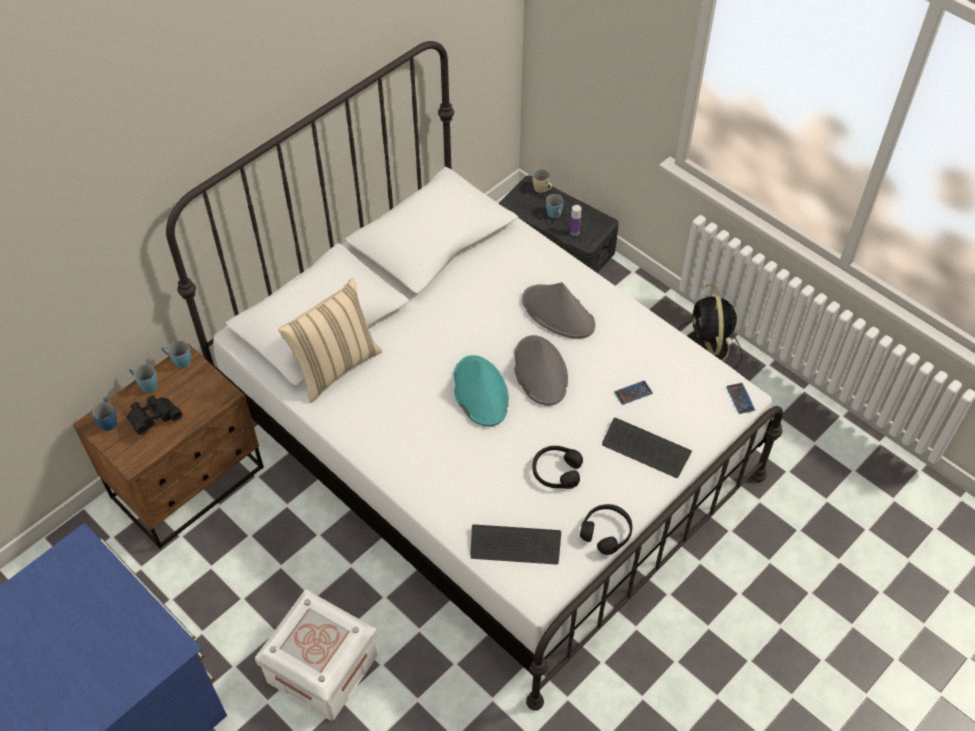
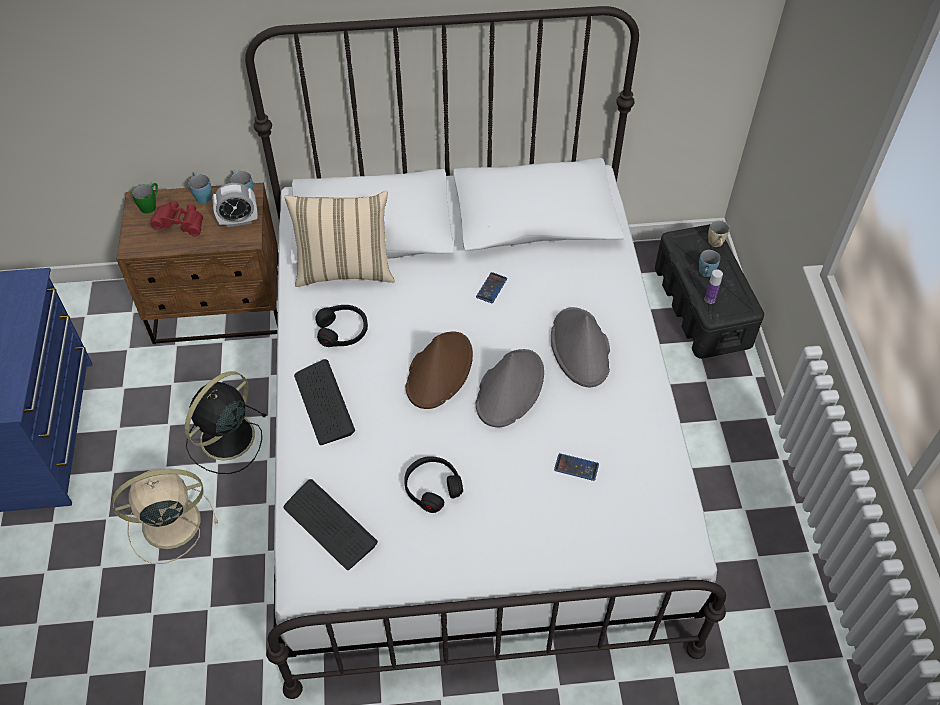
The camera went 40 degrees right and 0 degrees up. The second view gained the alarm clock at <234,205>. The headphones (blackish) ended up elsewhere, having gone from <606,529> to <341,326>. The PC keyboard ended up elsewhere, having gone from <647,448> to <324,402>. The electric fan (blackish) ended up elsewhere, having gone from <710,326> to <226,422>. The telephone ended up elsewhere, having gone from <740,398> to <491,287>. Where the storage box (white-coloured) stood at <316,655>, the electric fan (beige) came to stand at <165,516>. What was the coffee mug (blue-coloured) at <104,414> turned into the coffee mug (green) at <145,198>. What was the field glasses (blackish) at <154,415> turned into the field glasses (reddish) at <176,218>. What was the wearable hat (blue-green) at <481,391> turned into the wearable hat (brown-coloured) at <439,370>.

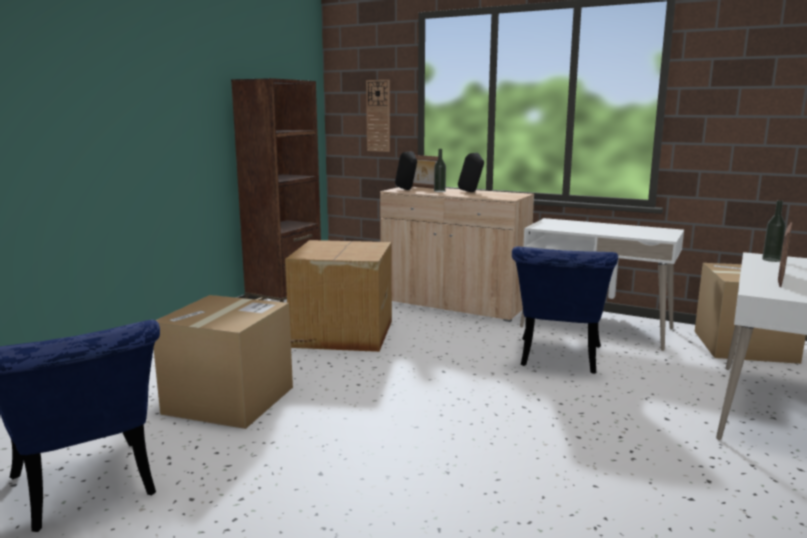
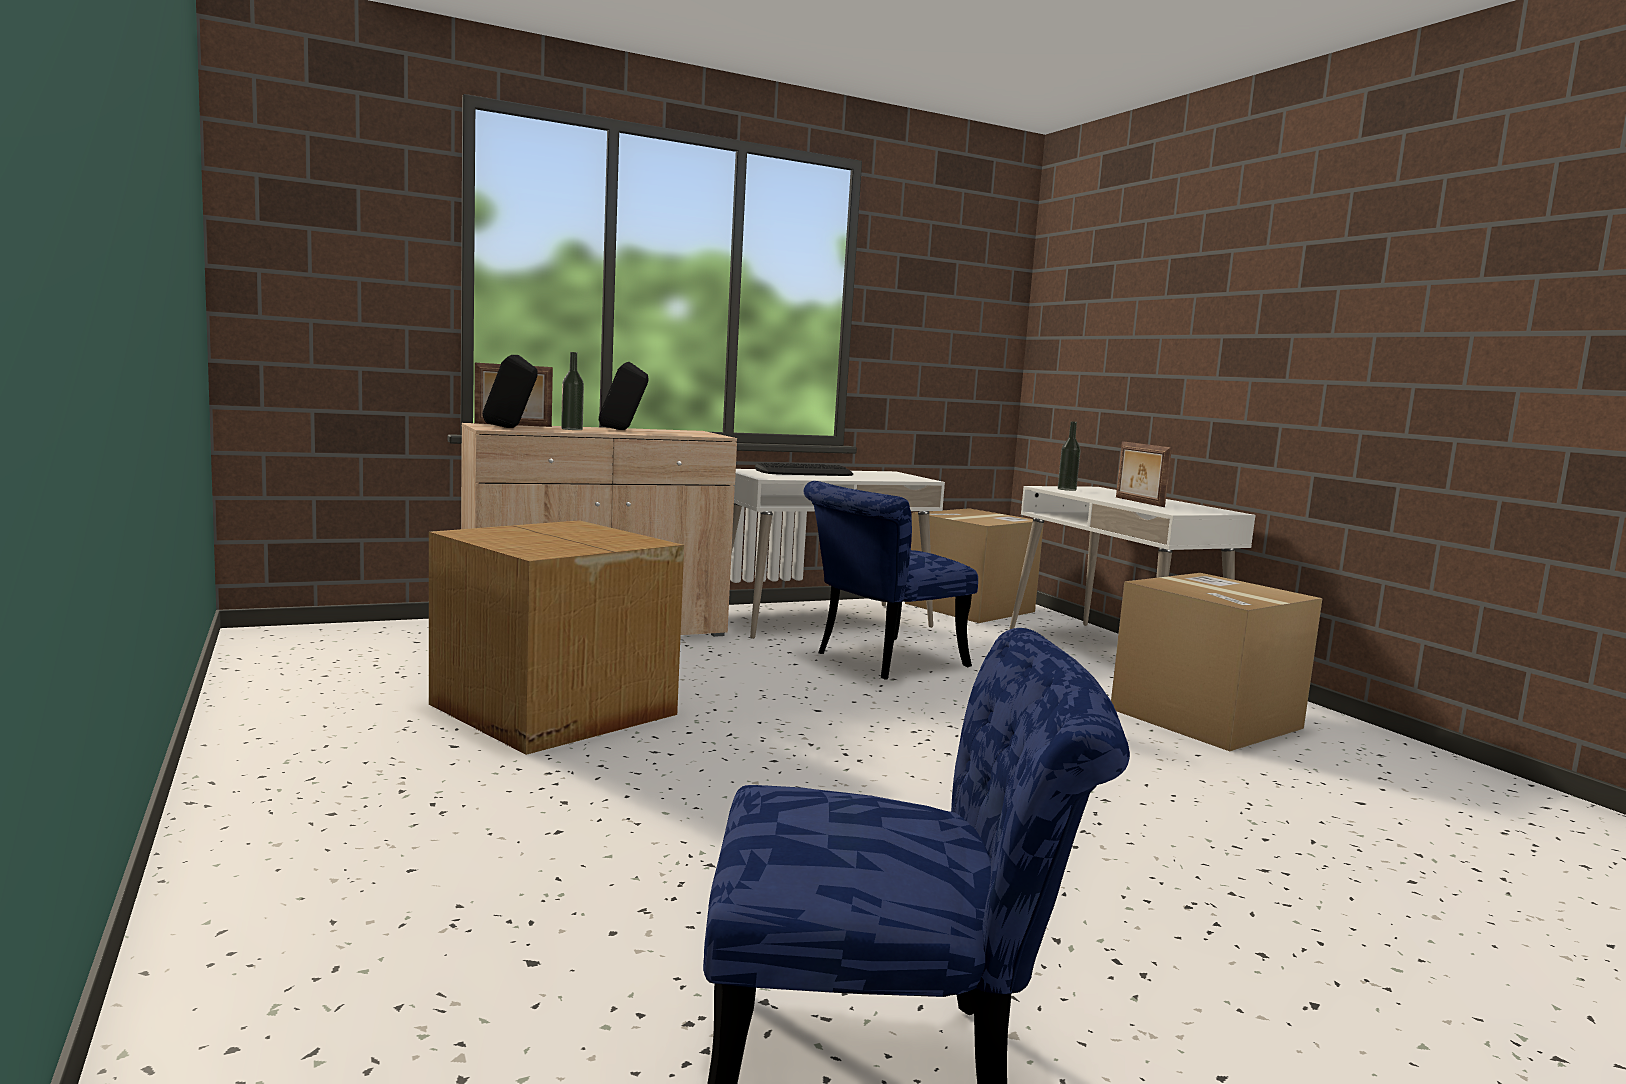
The camera went 55 degrees left and 5 degrees down. The second view lost the shelving unit (brown-coloured) at <276,190>. The second view lost the clock on the wall at <378,116>. The second view gained the PC keyboard at <804,469>. The cardboard box ended up elsewhere, having gone from <223,362> to <1216,662>. The plain chair (blue-coloured) at <565,310> ended up facing another way, 90 degrees clockwise from before.

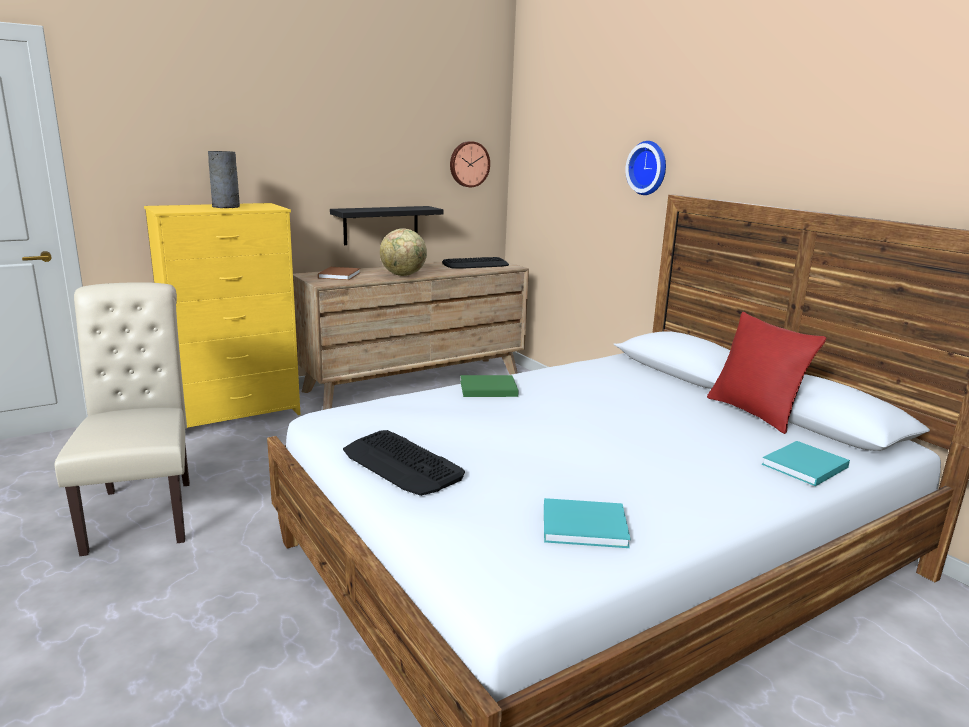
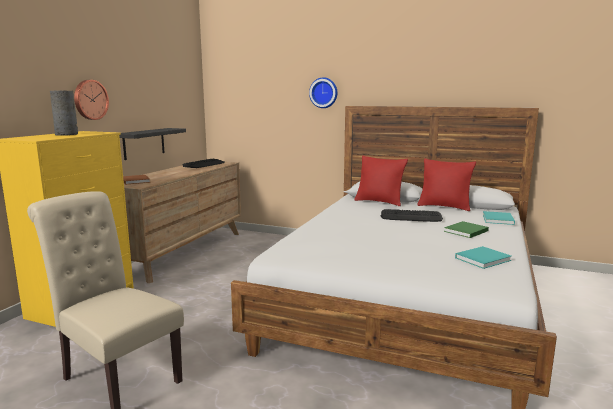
The camera went 35 degrees left and 5 degrees down. The second view lost the globe at <403,252>. The second view gained the pillow (reddish) at <381,180>. The PC keyboard ended up elsewhere, having gone from <404,463> to <411,215>. The clock on the wall ended up elsewhere, having gone from <470,164> to <91,100>. The book (green) ended up elsewhere, having gone from <489,386> to <466,229>.

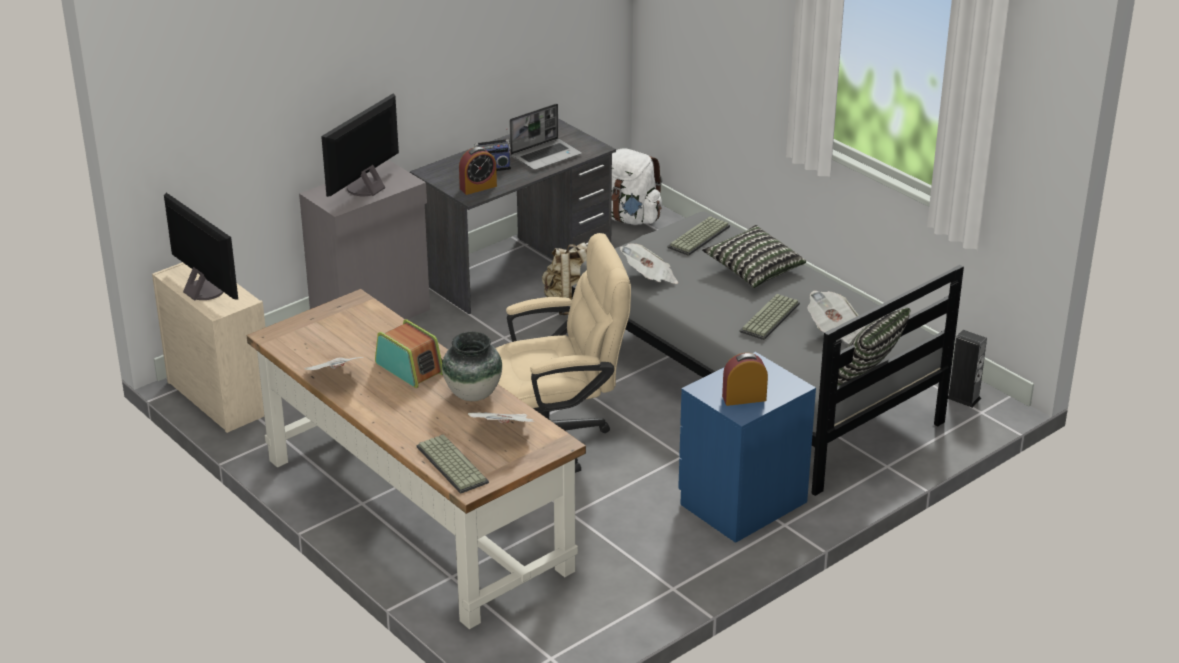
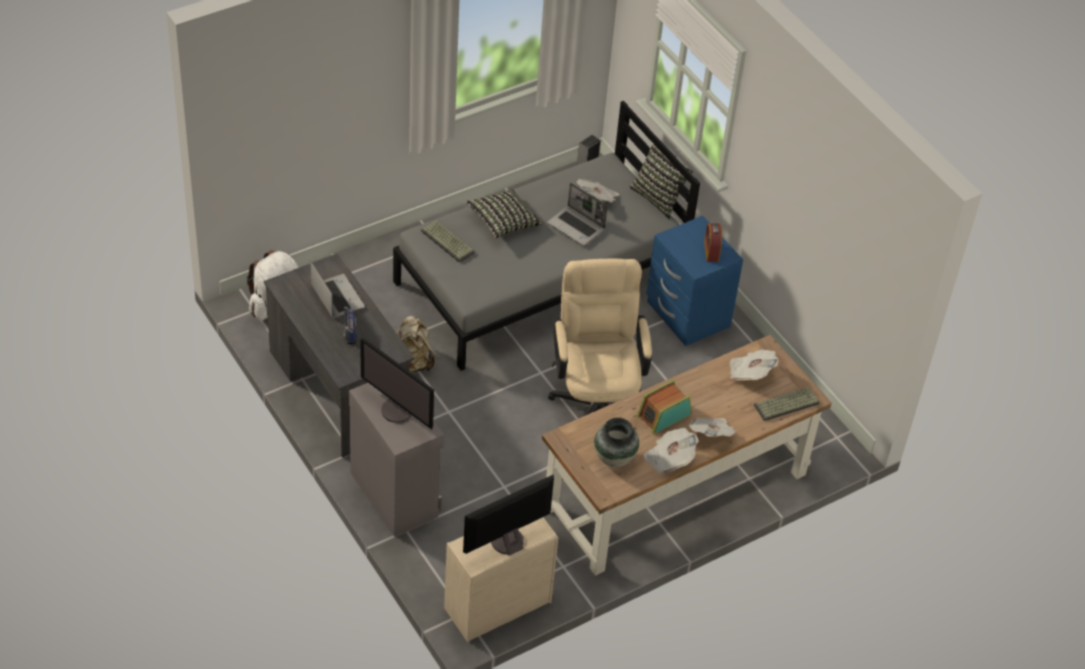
The camera went 85 degrees left and 15 degrees up. The second view lost the alarm clock at <478,171>. The decorative vase ended up elsewhere, having gone from <472,366> to <616,442>. The newspaper ended up elsewhere, having gone from <649,264> to <712,427>. Where the PC keyboard stood at <770,317>, the laptop came to stand at <577,214>.

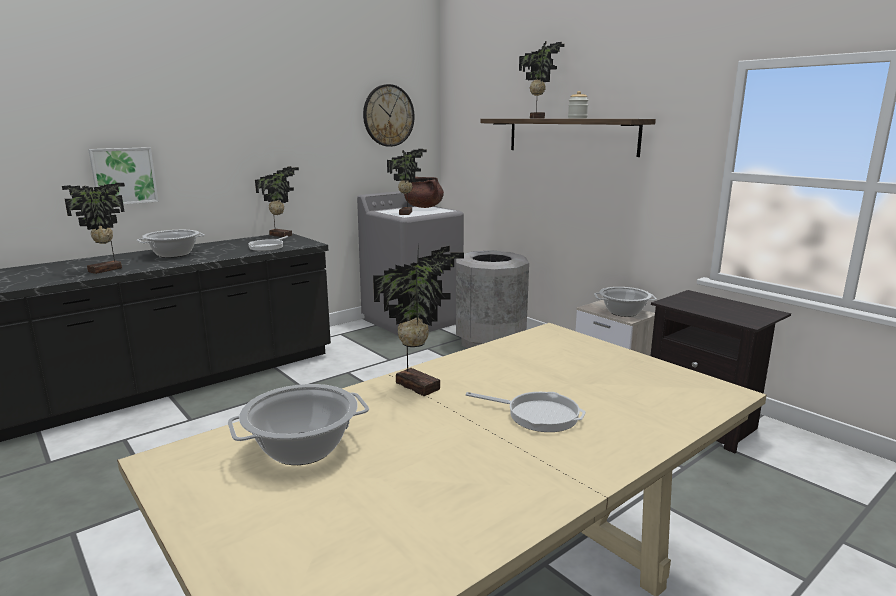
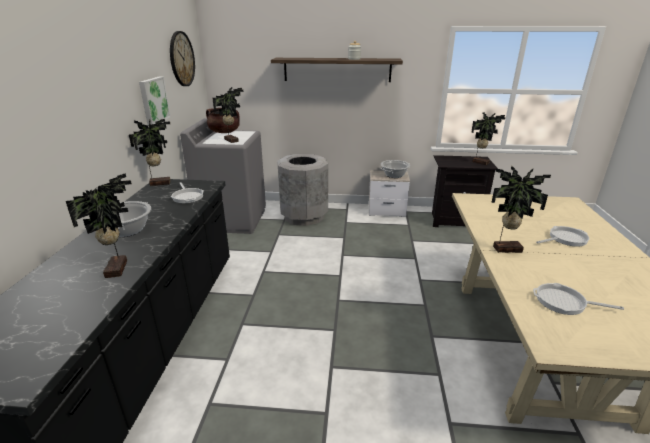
The camera went 45 degrees left and 10 degrees up. The wall art ended up elsewhere, having gone from <123,175> to <155,100>. The plant in a pot ended up elsewhere, having gone from <542,79> to <488,138>. Where the saucepot stood at <298,424>, the skillet came to stand at <578,299>.

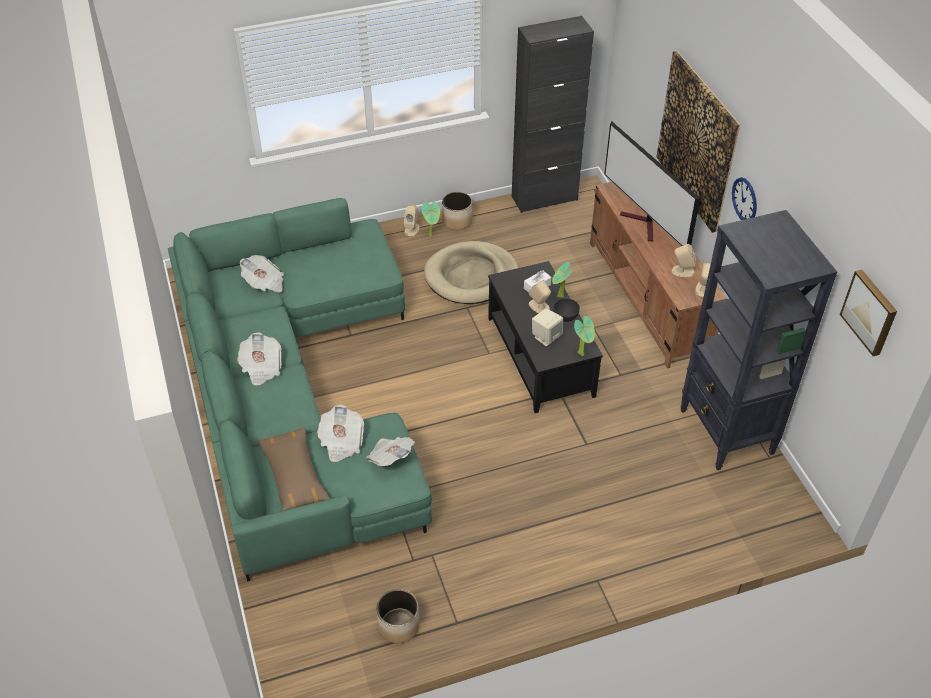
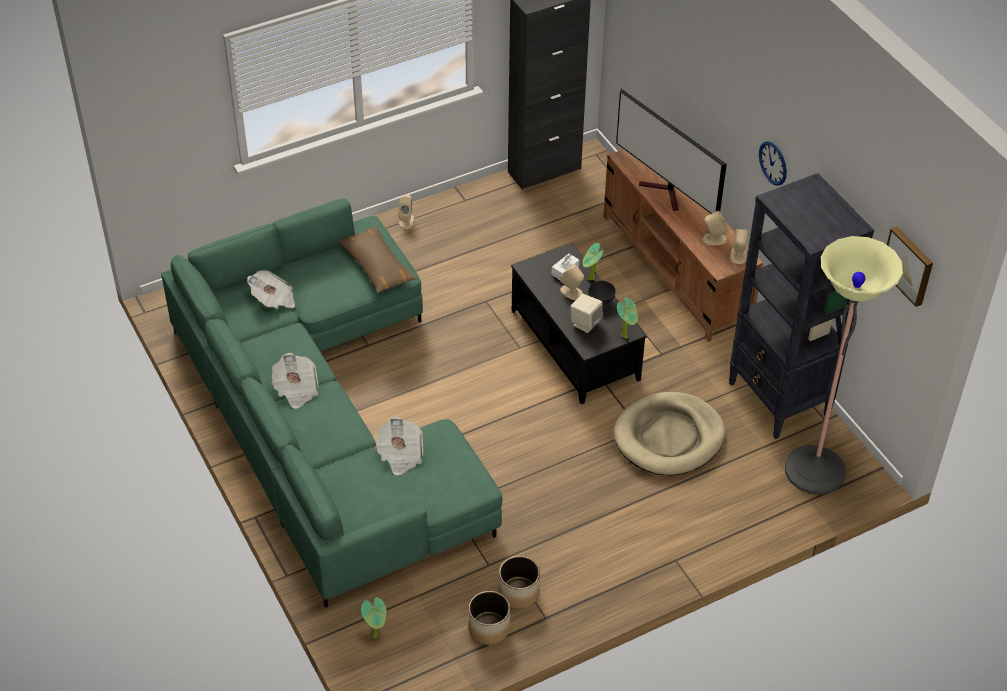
The camera went 10 degrees left and 0 degrees up. The second view lost the newspaper at <390,451>. The second view lost the wall art at <698,142>. The second view gained the floor lamp at <844,365>. The pillow (brown-coloured) ended up elsewhere, having gone from <294,468> to <378,259>. The plant in a pot ended up elsewhere, having gone from <431,218> to <373,617>. The pet bed (beige) ended up elsewhere, having gone from <471,272> to <669,433>. The flower pot ended up elsewhere, having gone from <457,211> to <519,582>.

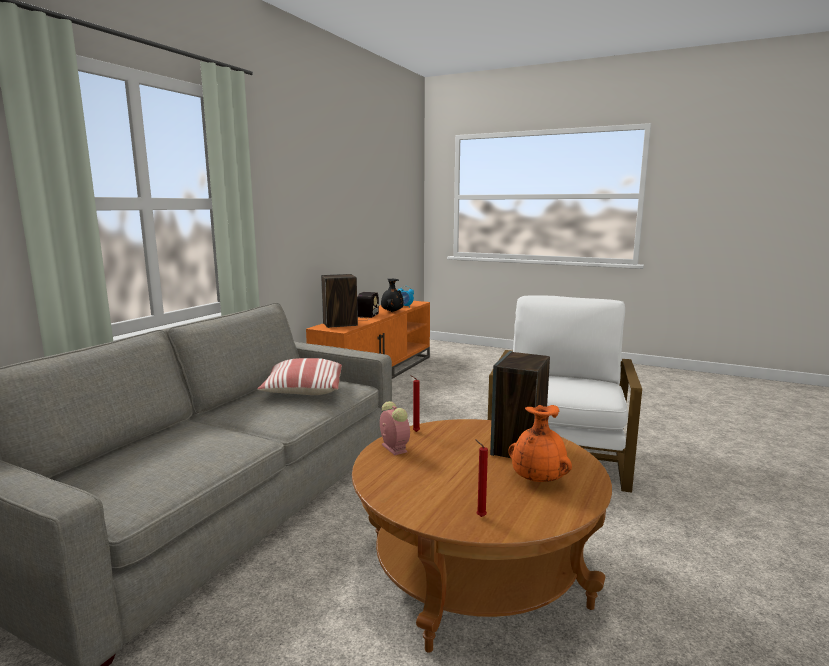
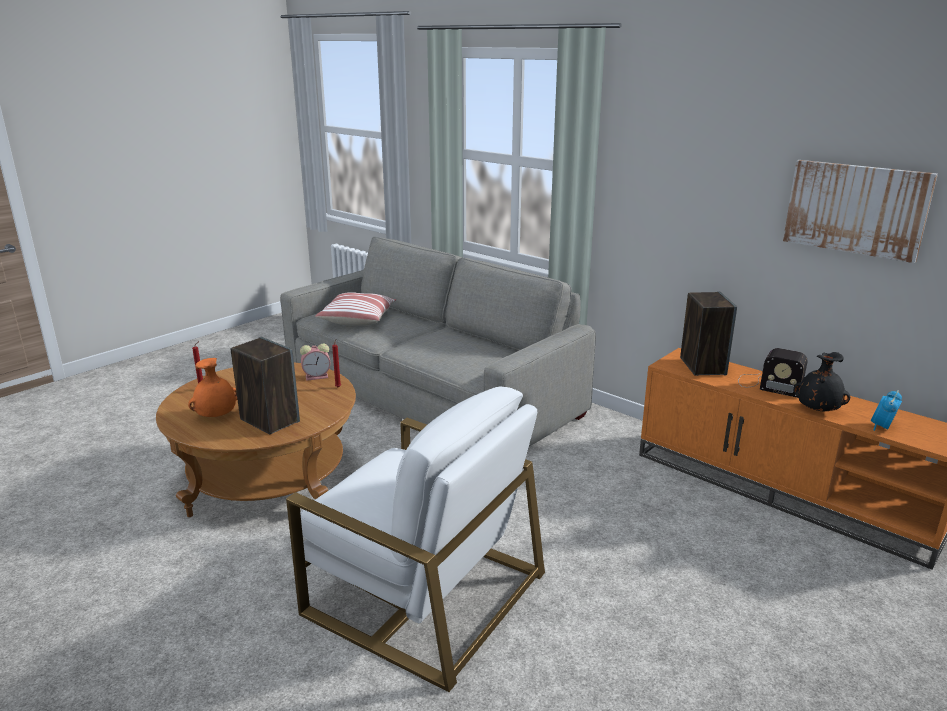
The camera went 105 degrees right and 10 degrees up. The second view gained the wall art at <860,211>. The pillow ended up elsewhere, having gone from <299,376> to <355,309>.

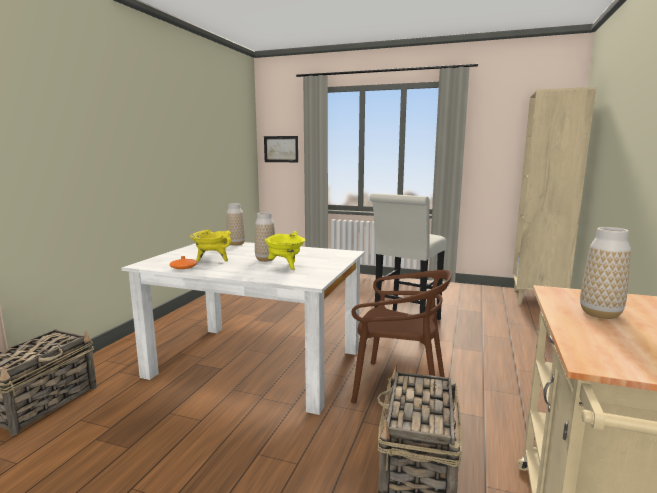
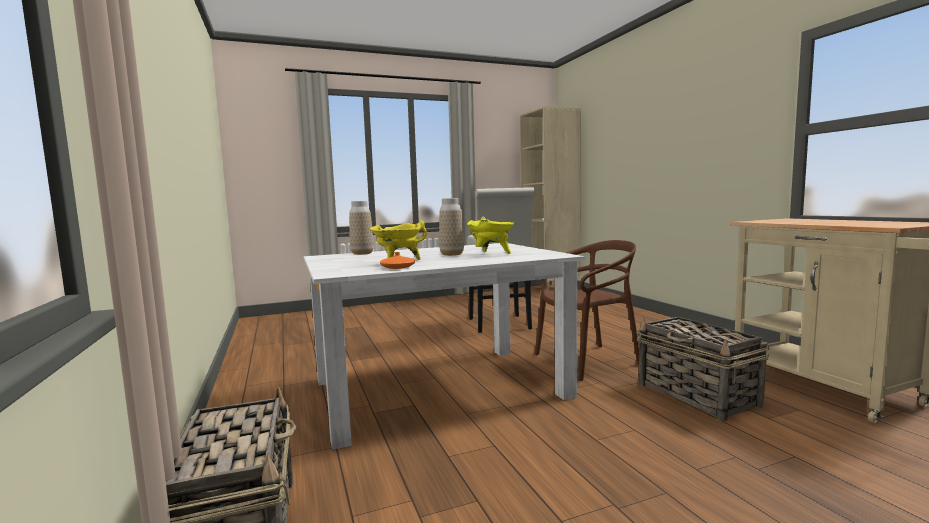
The camera went 40 degrees left and 5 degrees down. The second view lost the wall art at <281,149>. The second view lost the decorative vase at <605,273>.

